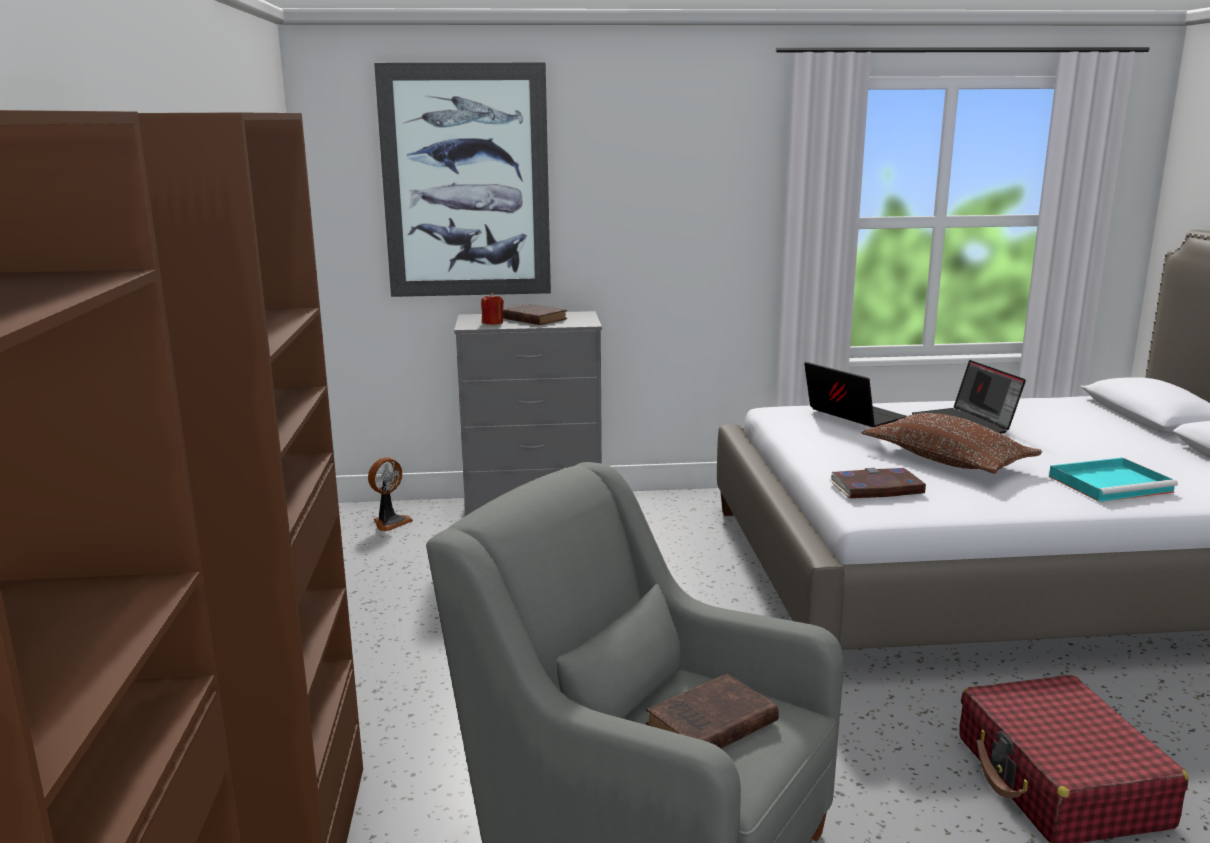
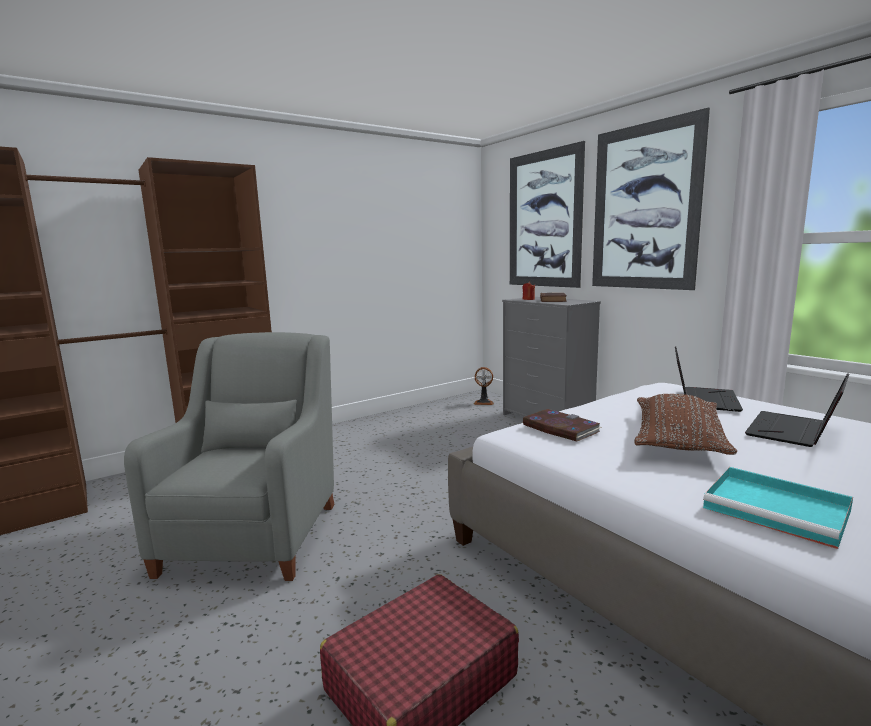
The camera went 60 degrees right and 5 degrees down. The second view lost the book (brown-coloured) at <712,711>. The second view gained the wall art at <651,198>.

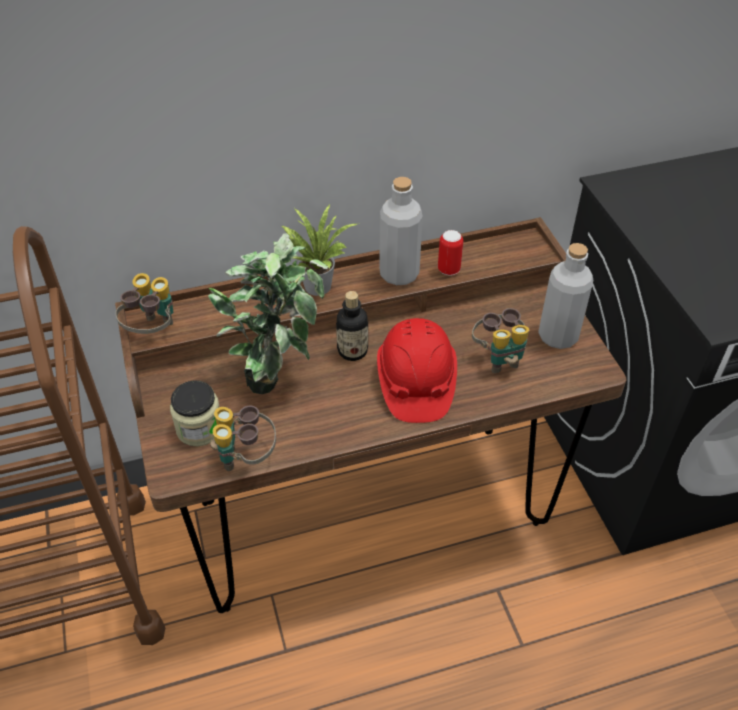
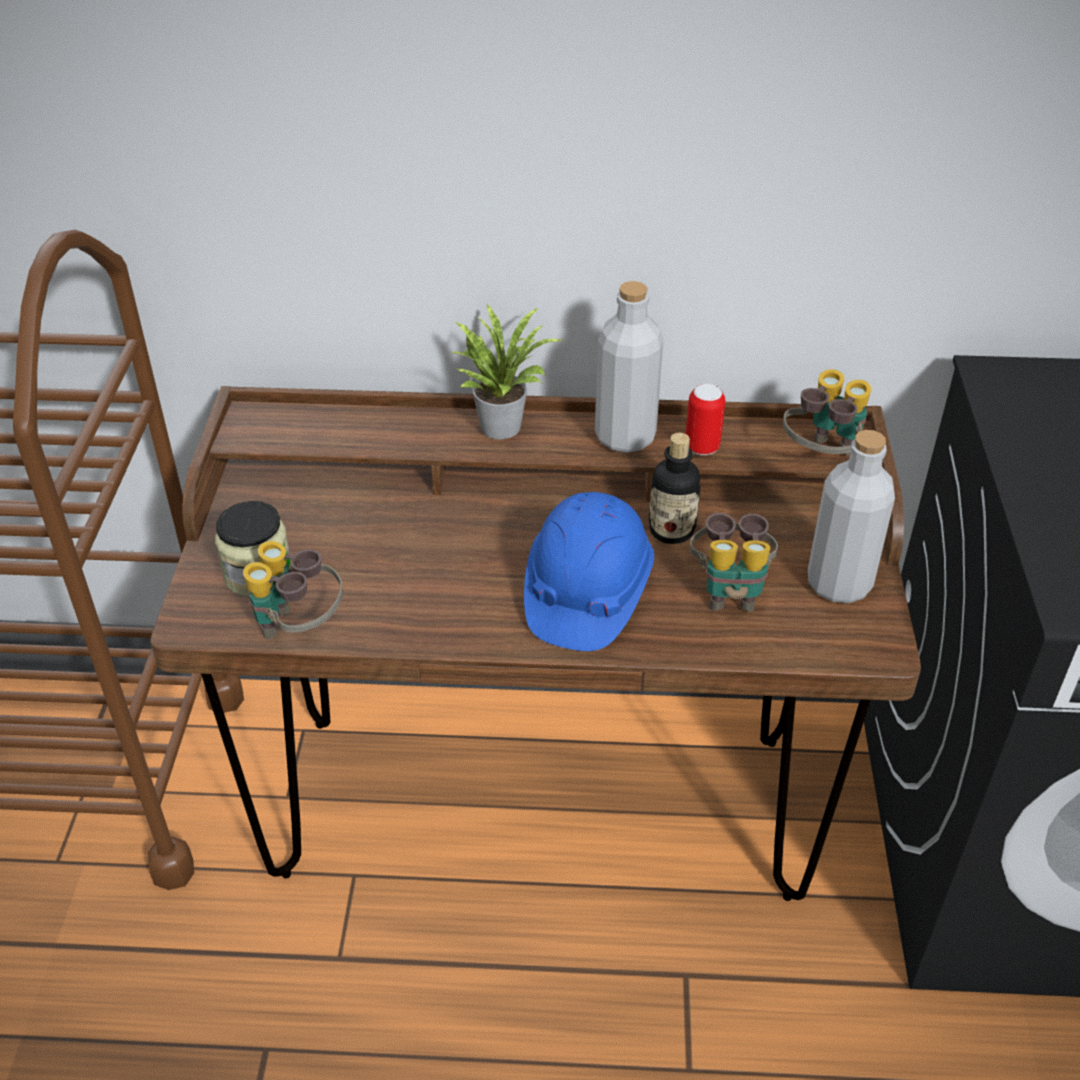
The camera went 20 degrees right and 5 degrees down. The second view lost the plant in a pot at <268,313>. The field glasses ended up elsewhere, having gone from <144,303> to <827,412>. The bottle ended up elsewhere, having gone from <352,326> to <675,488>. What was the work helmet (reddish) at <417,370> turned into the work helmet (blue-coloured) at <589,571>.

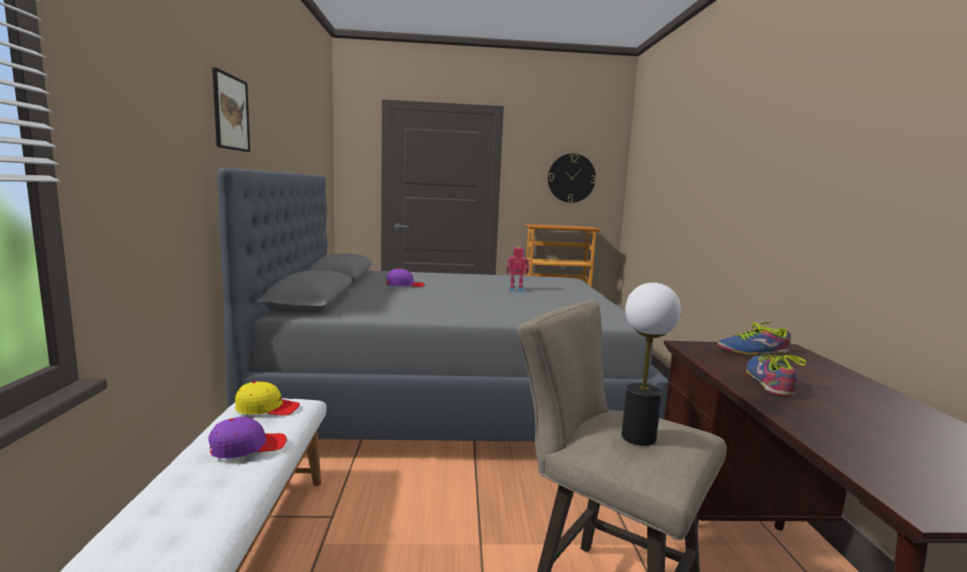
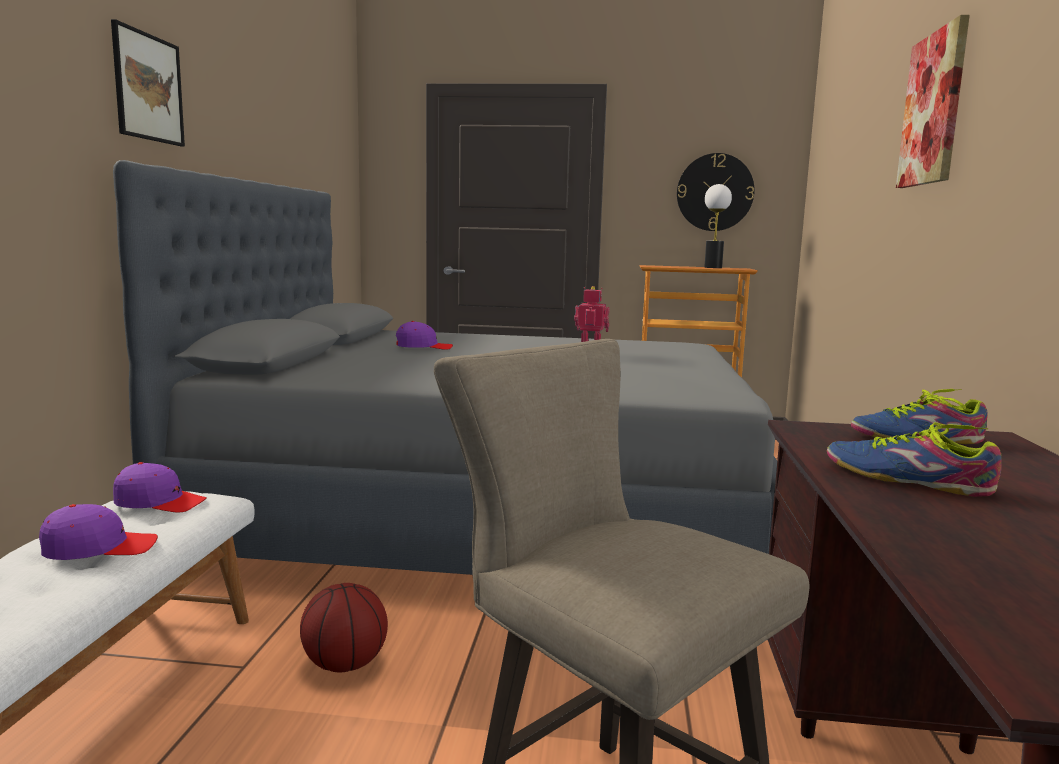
The camera went 10 degrees right and 0 degrees up. The second view gained the ball for basketball at <344,627>. The second view gained the wall art at <933,101>. The tabletop lamp ended up elsewhere, having gone from <651,364> to <718,226>. What was the cap (yellowish) at <267,398> turned into the cap (purple) at <160,487>. The item of footwear at <776,375> ended up facing another way, 75 degrees counterclockwise from before.

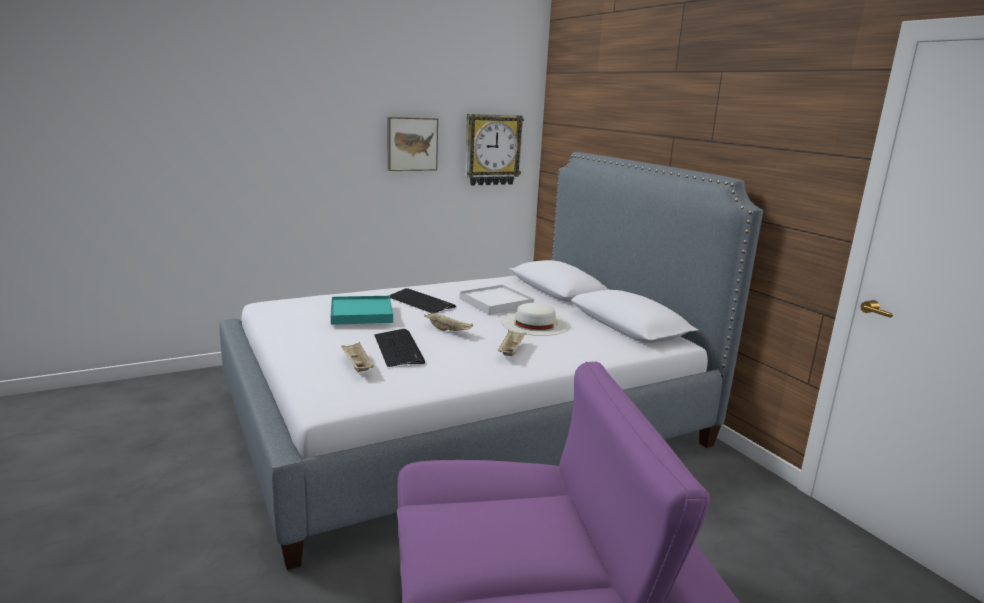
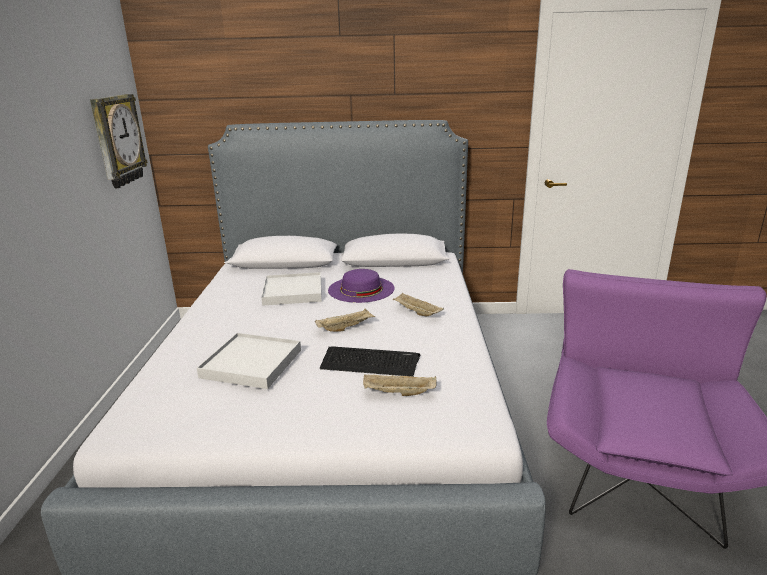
The camera went 60 degrees left and 5 degrees up. The second view lost the wall art at <412,144>. The second view lost the PC keyboard at <422,300>. What was the carrying tray (blue-green) at <362,310> turned into the carrying tray (white-coloured) at <249,361>. What was the wearable hat (white-coloured) at <535,319> turned into the wearable hat (purple) at <361,286>.

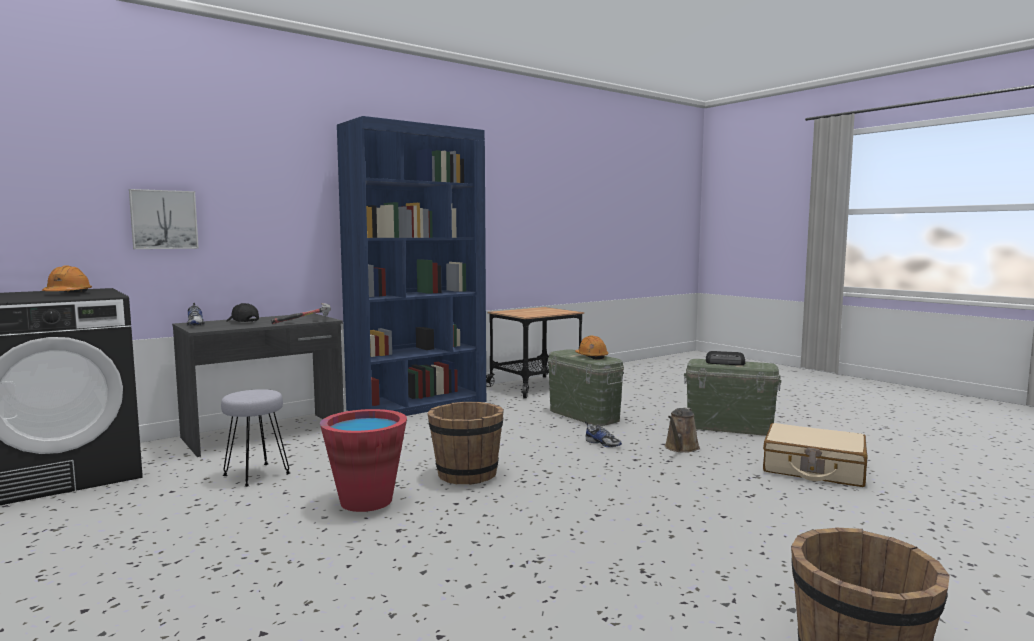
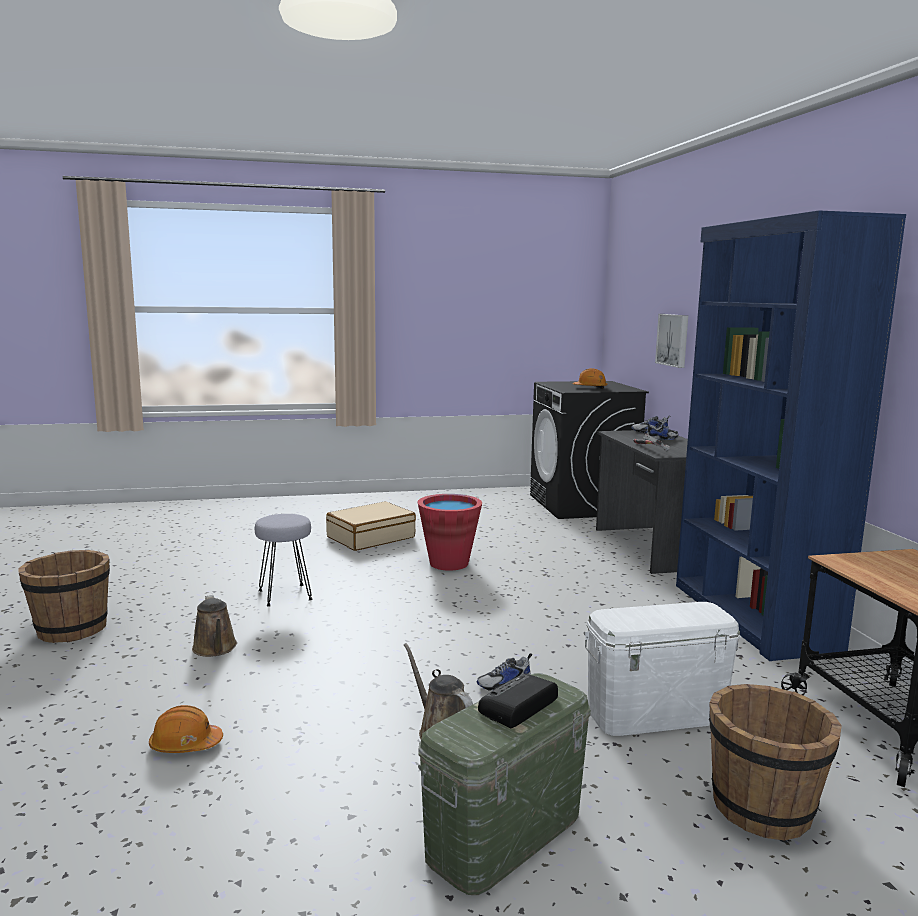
The camera went 115 degrees right and 5 degrees up. The second view gained the watering can (brown-coloured) at <214,626>. The sitting stool (grey) ended up elsewhere, having gone from <255,438> to <283,560>. The bucket (brown-coloured) ended up elsewhere, having gone from <466,443> to <775,762>. The work helmet (orange-coloured) ended up elsewhere, having gone from <591,347> to <186,729>. The suitcase (beige) ended up elsewhere, having gone from <815,455> to <371,526>. Where the cap (blackish) stood at <242,312>, the item of footwear came to stand at <661,431>. What was the storage box (green) at <586,387> turned into the storage box (white-coloured) at <662,669>.

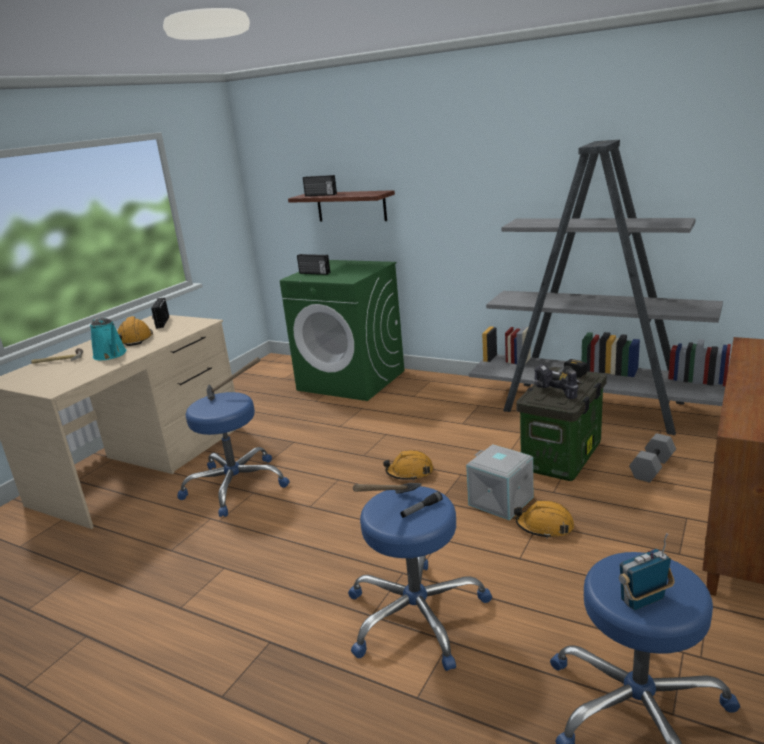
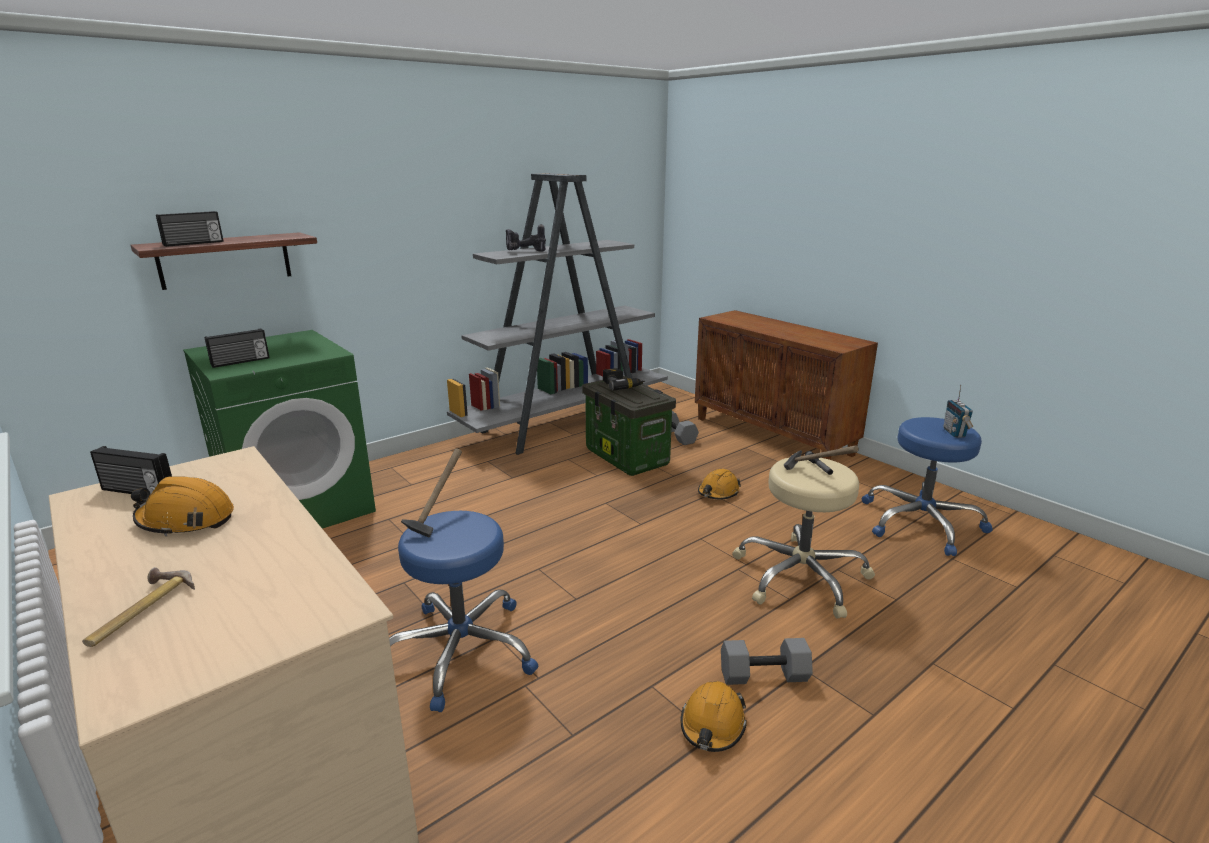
The camera went 70 degrees left and 0 degrees up. The second view lost the watering can (blue-green) at <108,339>. The second view lost the storage box (grey) at <499,482>. The second view gained the hand weight (grey) at <767,661>. The work helmet (orange-coloured) ended up elsewhere, having gone from <408,465> to <714,716>. The power drill ended up elsewhere, having gone from <555,381> to <526,238>. What was the sitting stool (blue-coloured) at <420,578> turned into the sitting stool (beige) at <803,538>.

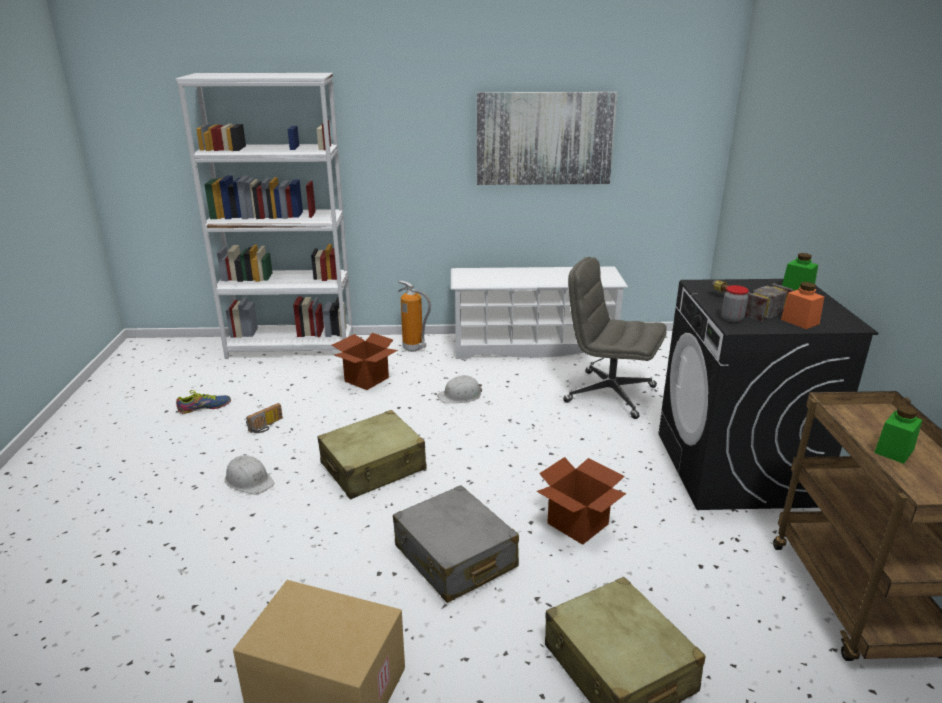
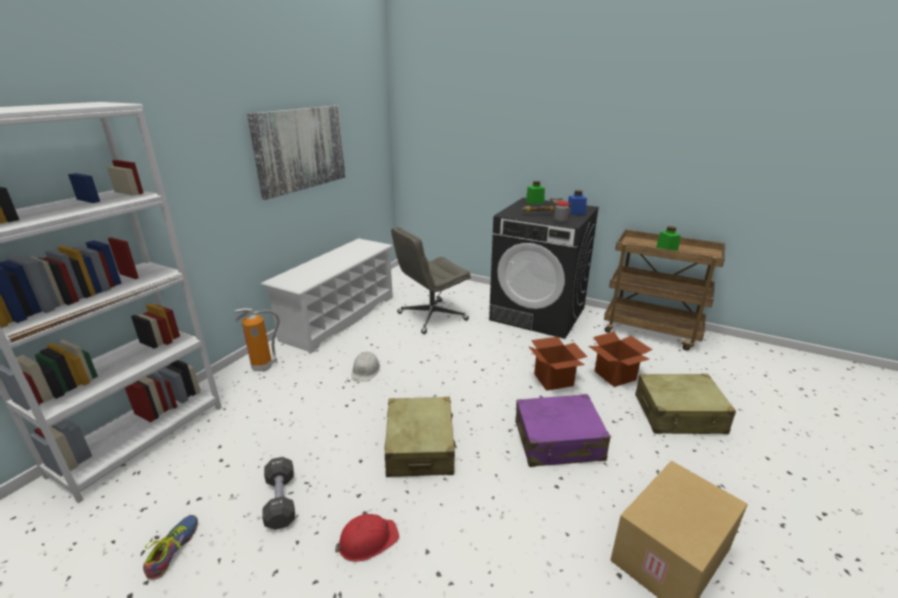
The camera went 60 degrees left and 0 degrees up. The cardboard box ended up elsewhere, having gone from <365,361> to <621,359>. Where the radio stood at <264,418>, the hand weight (blackish) came to stand at <278,493>. What was the work helmet (white-coloured) at <249,475> turned into the work helmet (reddish) at <366,538>. What was the suitcase (grey) at <456,544> turned into the suitcase (purple) at <562,430>. What was the jar (orange-coloured) at <802,305> turned into the jar (blue-coloured) at <577,202>.

